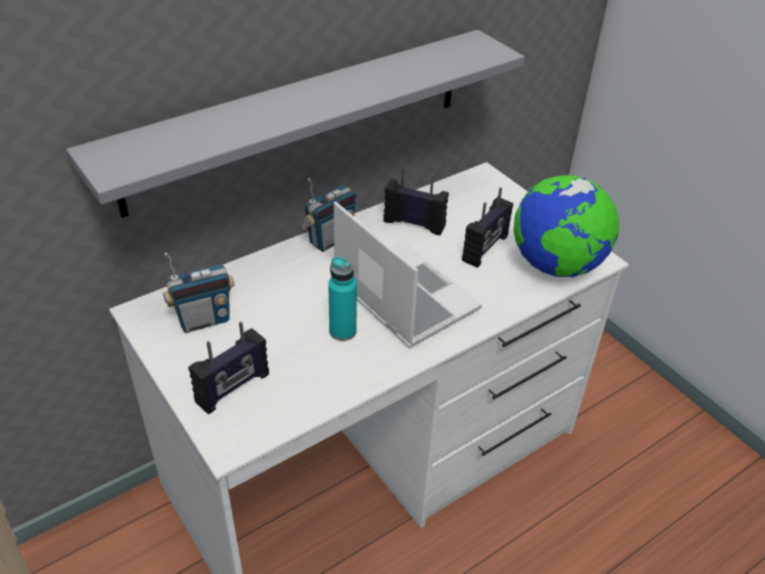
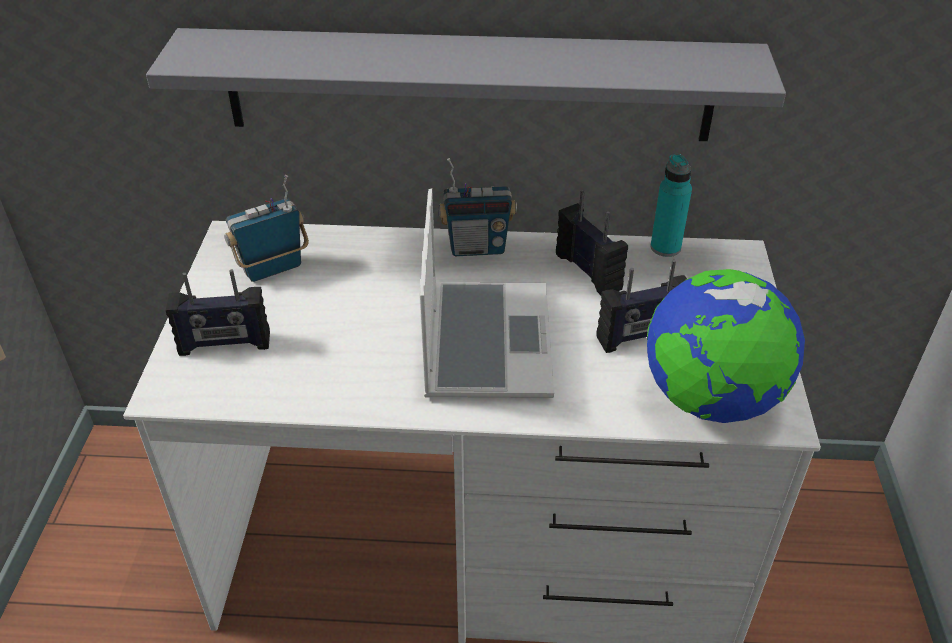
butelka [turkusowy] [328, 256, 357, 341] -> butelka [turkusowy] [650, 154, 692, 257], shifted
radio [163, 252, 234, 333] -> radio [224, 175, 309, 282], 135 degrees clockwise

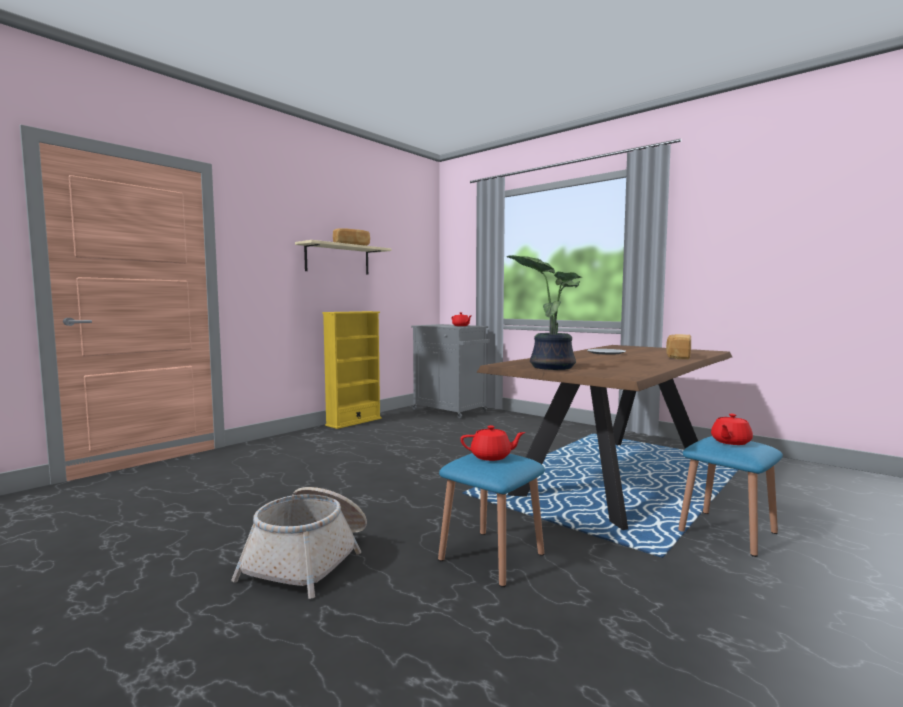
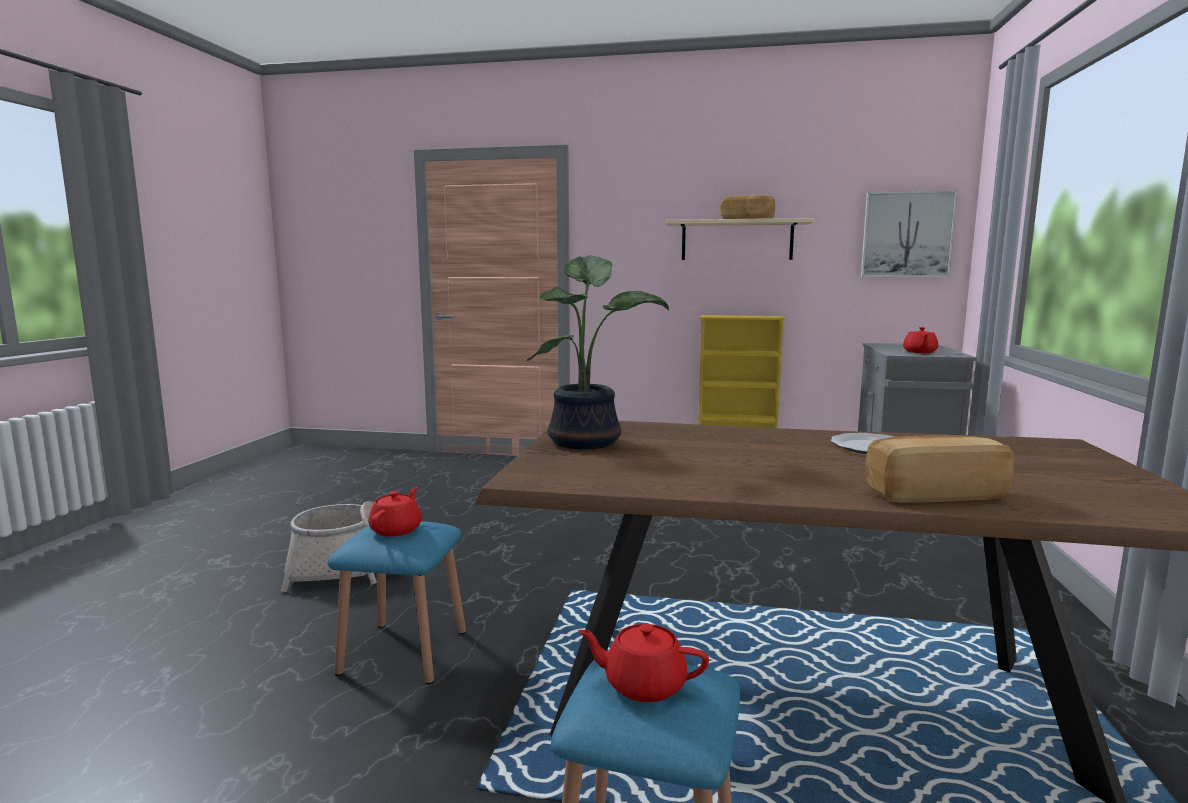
none -> obraz [861, 190, 958, 277]
imbryk [czerwony] [460, 425, 526, 461] -> imbryk [czerwony] [368, 487, 422, 537], 135 degrees counterclockwise

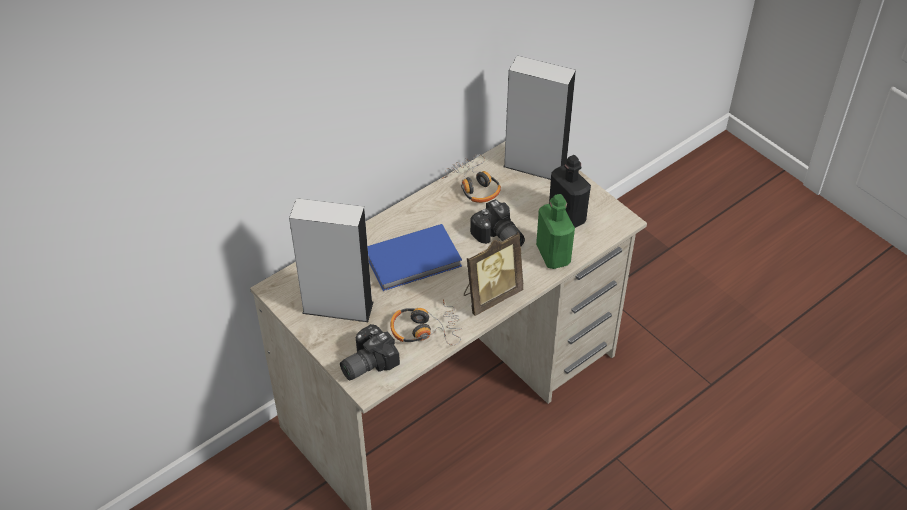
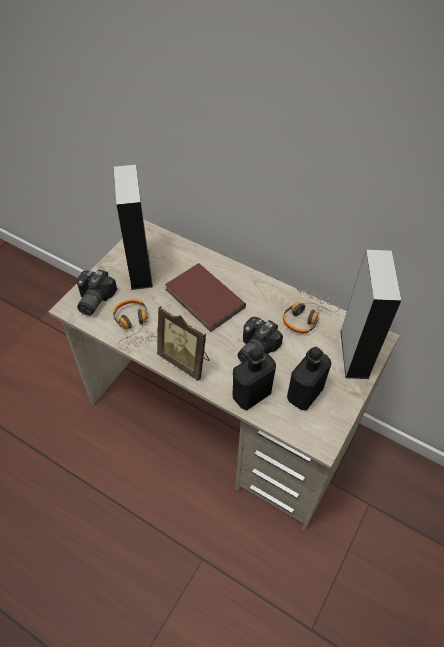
książka [niebieski] [368, 224, 462, 291] -> książka [brązowy] [165, 263, 246, 332]
butelka [zielony] [536, 194, 575, 269] -> butelka [czarny] [233, 347, 276, 410]
aparat fotograficzny [340, 324, 400, 380] -> aparat fotograficzny [77, 269, 117, 316], 105 degrees counterclockwise

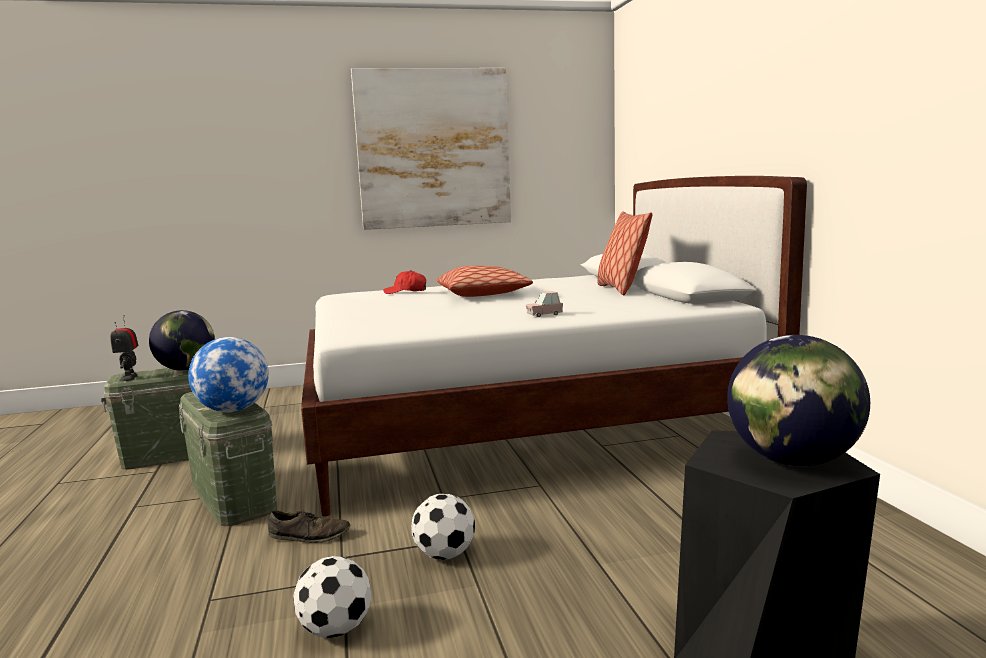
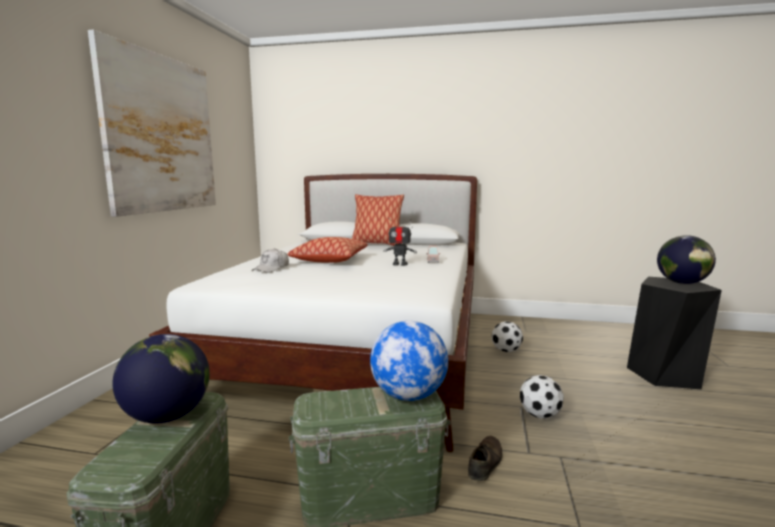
robot zabawkowy [110, 315, 139, 381] -> robot zabawkowy [384, 218, 417, 266], shifted
piłka futbolowa [293, 556, 371, 638] -> piłka futbolowa [492, 321, 523, 352], shifted
czapka z daszkiem [czerwony] [383, 270, 426, 294] -> czapka z daszkiem [biały] [252, 248, 289, 273]

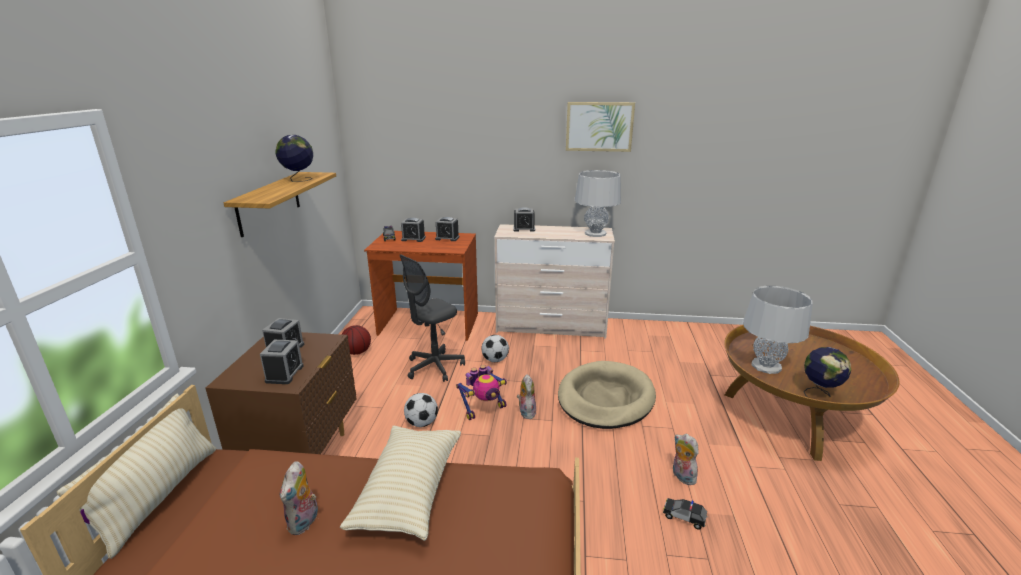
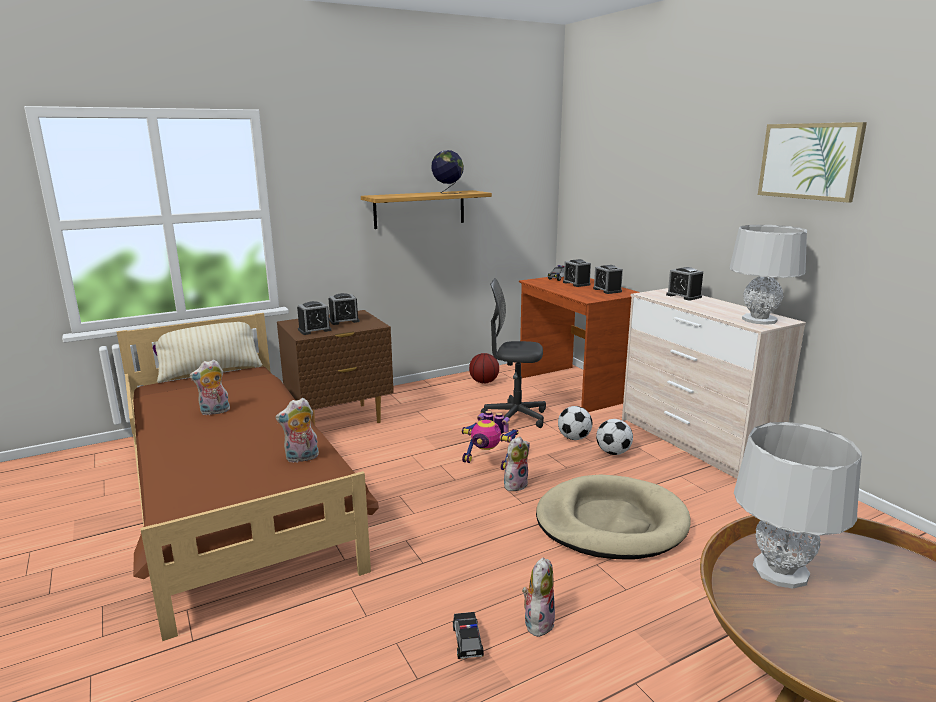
poduszka [beżowy] [340, 426, 461, 541] -> none
globus [803, 347, 851, 398] -> none
none -> pluszak [275, 398, 319, 463]
piłka futbolowa [404, 393, 438, 427] -> piłka futbolowa [596, 419, 633, 455], shifted

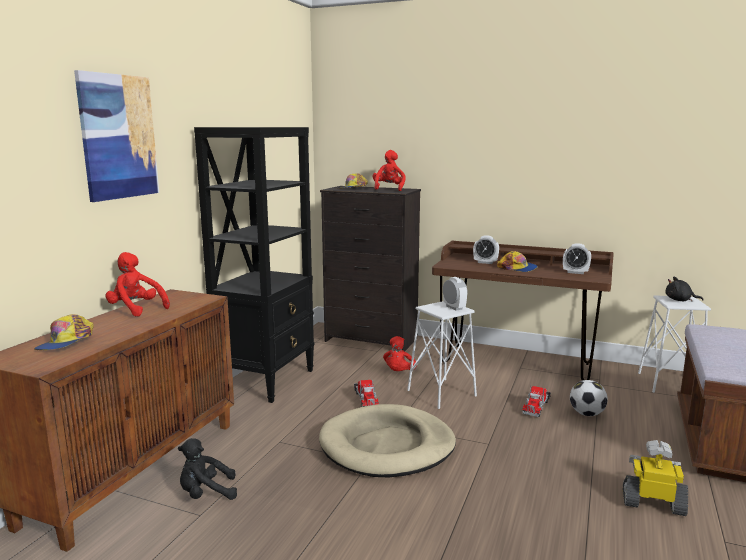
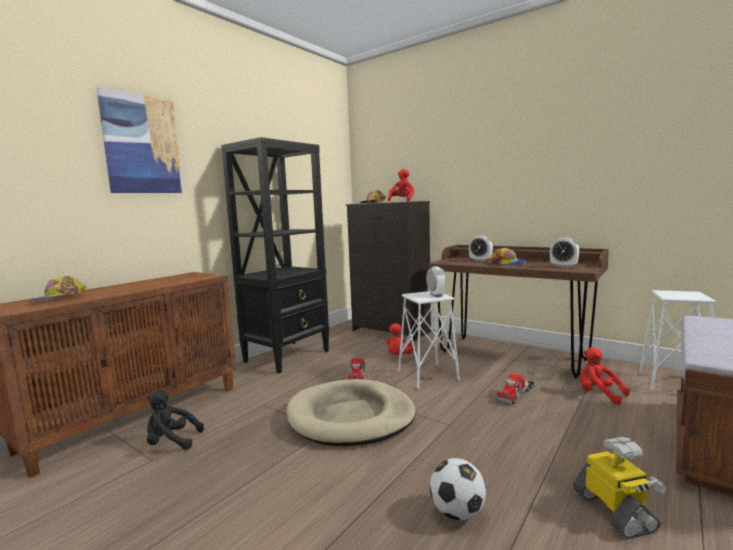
pluszak [czarny] [665, 277, 703, 302] -> none
pluszak [czerwony] [105, 252, 170, 317] -> pluszak [czerwony] [580, 347, 630, 405], shifted
piłka futbolowa [570, 380, 608, 416] -> piłka futbolowa [430, 458, 486, 521], shifted
robot zabawkowy [623, 440, 688, 516] -> robot zabawkowy [573, 437, 666, 539], 45 degrees clockwise

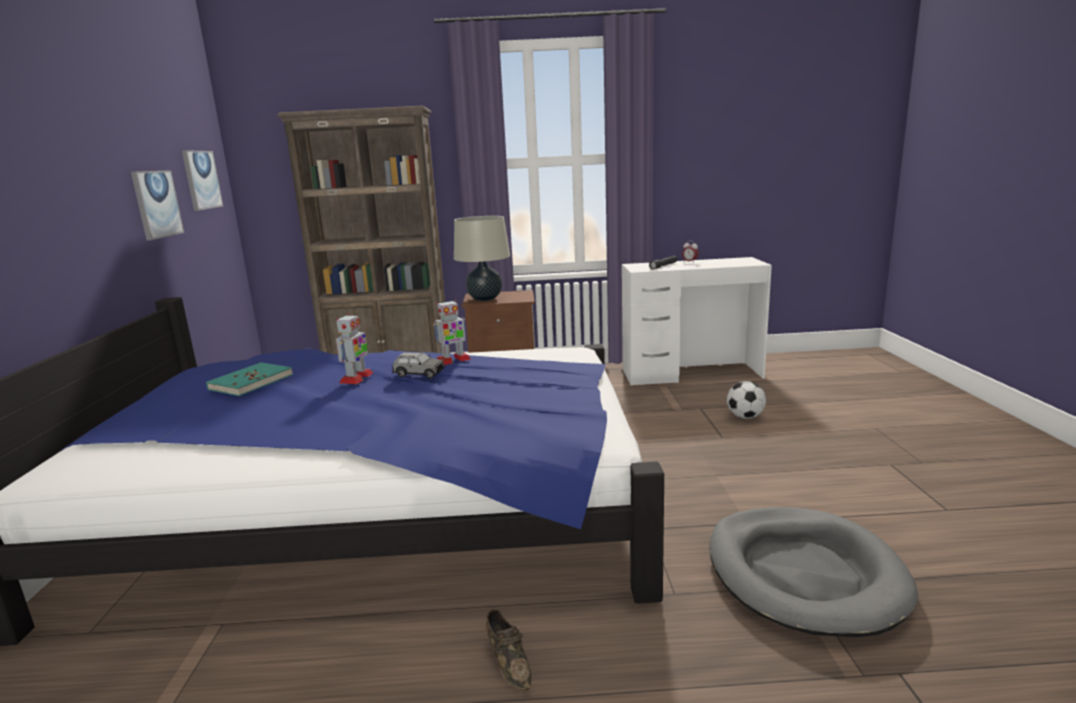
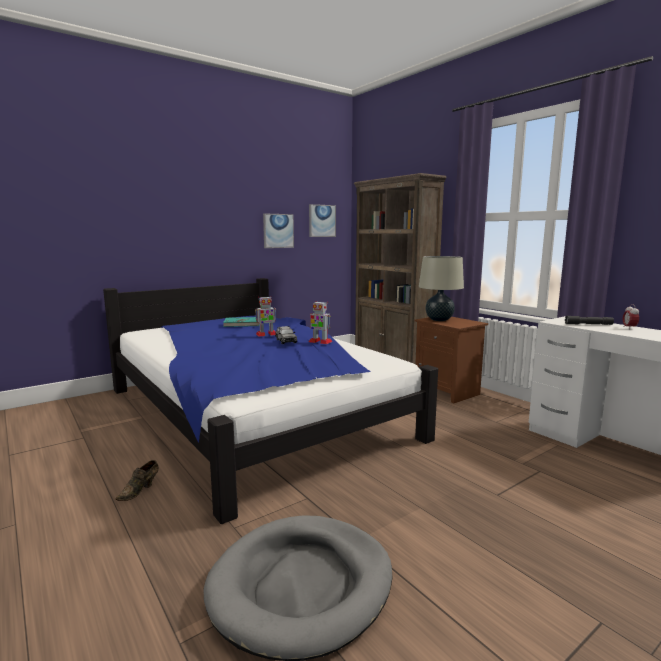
piłka futbolowa [727, 381, 766, 418] -> none

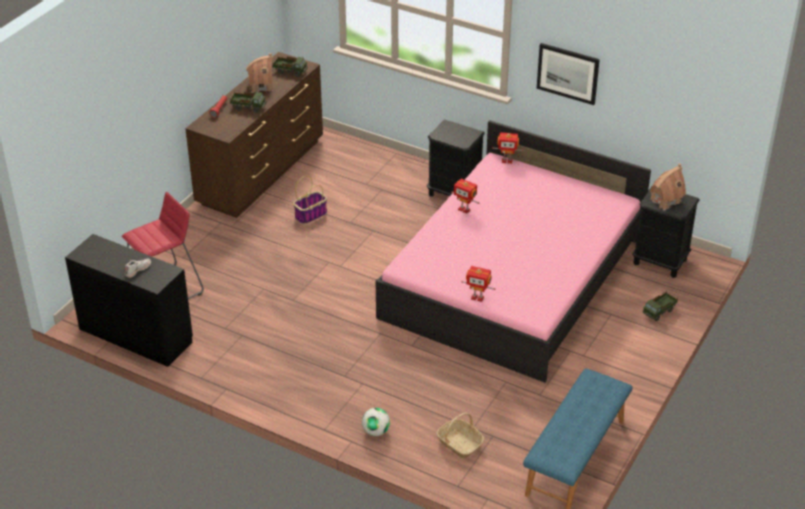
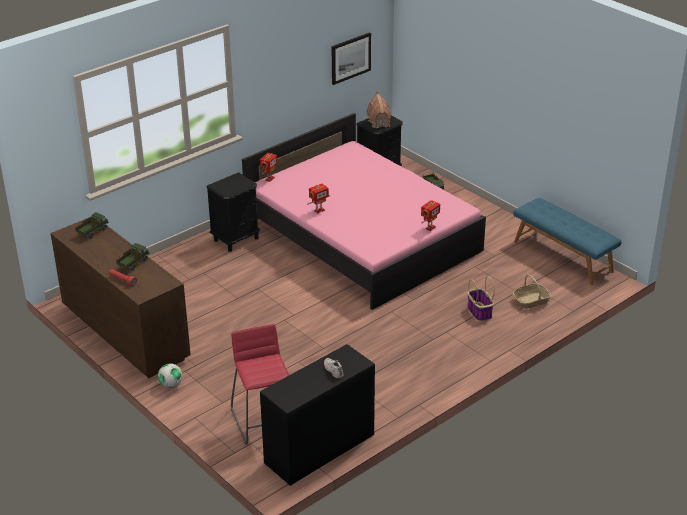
domek [246, 53, 273, 93] -> none
koszyk [293, 176, 327, 224] -> koszyk [467, 276, 495, 321], shifted
piłka futbolowa [362, 408, 390, 436] -> piłka futbolowa [158, 363, 182, 388], shifted
obraz [537, 43, 600, 105] -> obraz [332, 33, 371, 85], shifted

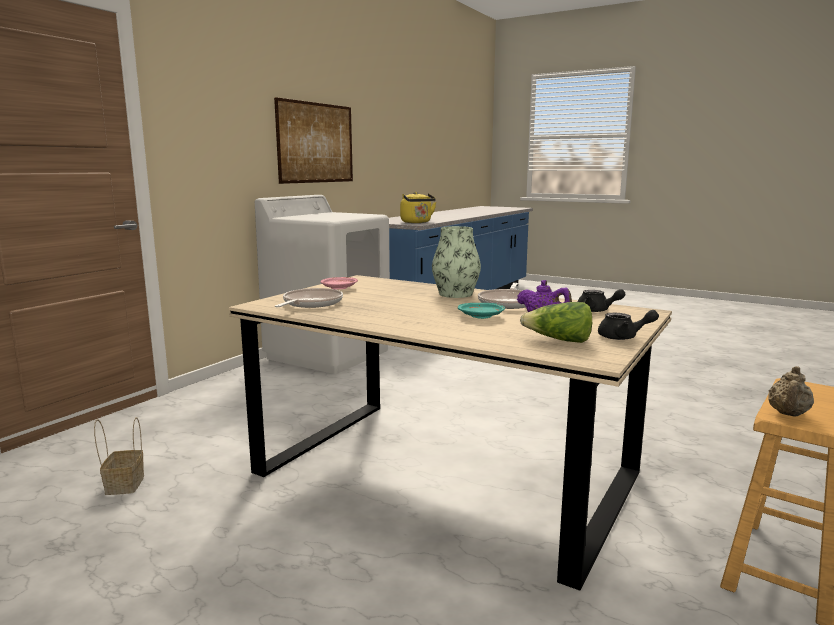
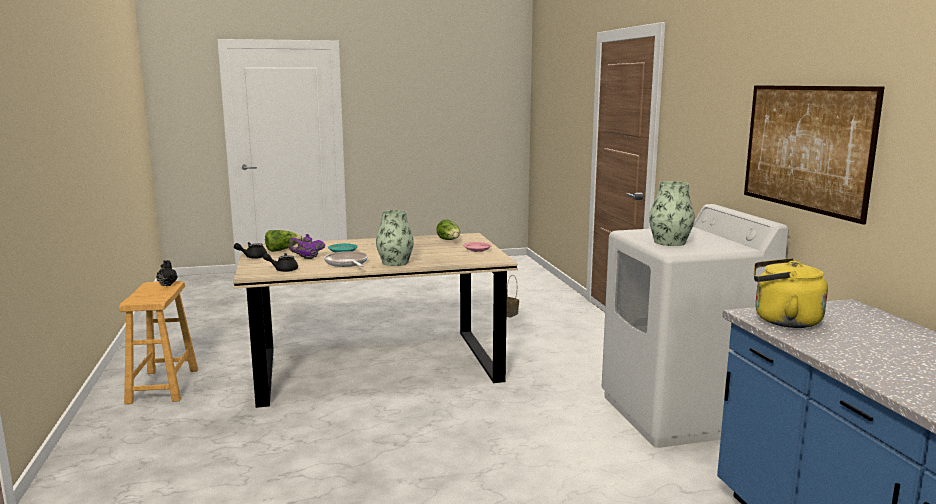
none -> wazon [649, 181, 695, 246]
patelnia [275, 288, 343, 308] -> sałata [436, 219, 460, 240]
imbryk [beżowy] [768, 366, 814, 417] -> imbryk [czarny] [156, 260, 178, 286]

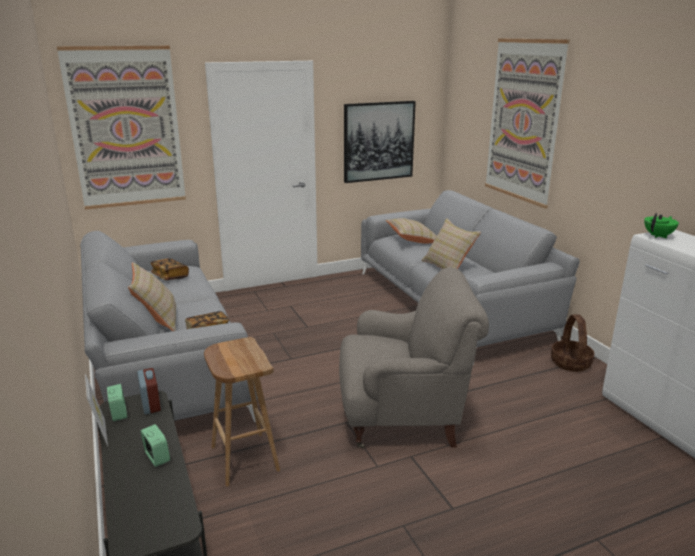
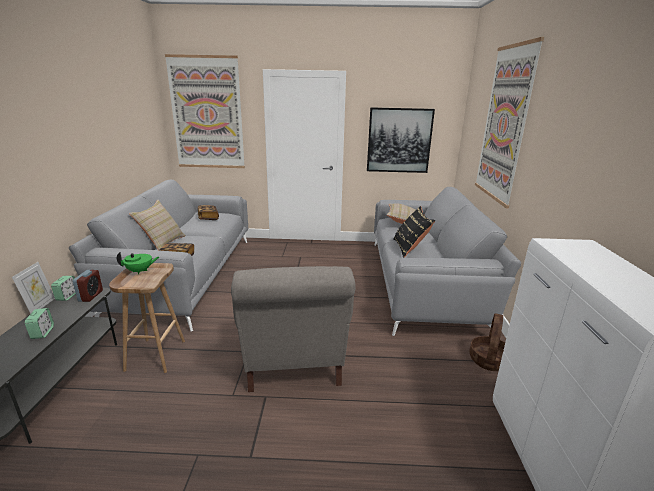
imbryk [zielony] [644, 213, 679, 238] -> imbryk [zielony] [117, 252, 159, 274], shifted
poduszka [beżowy] [422, 218, 481, 269] -> poduszka [czarny] [393, 206, 435, 257]
fotel [szary] [339, 267, 489, 448] -> fotel [szary] [231, 266, 356, 392], 60 degrees clockwise

